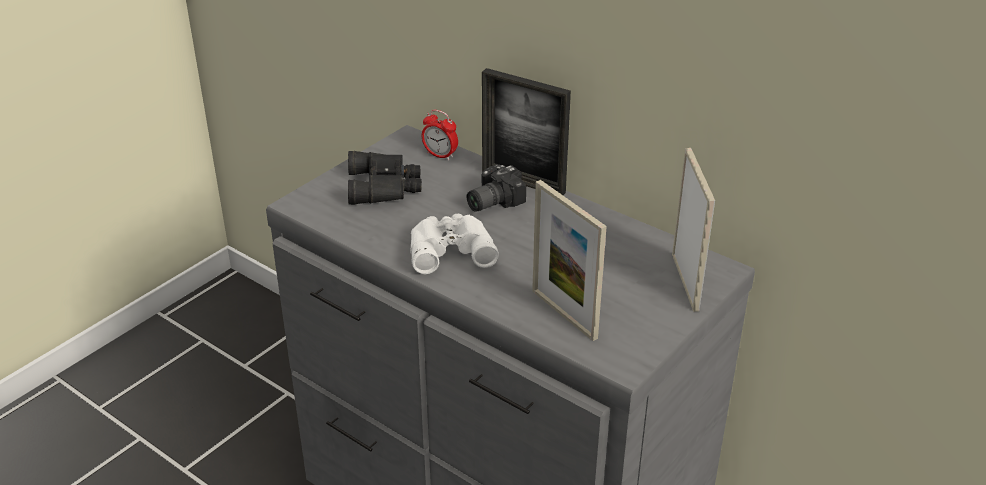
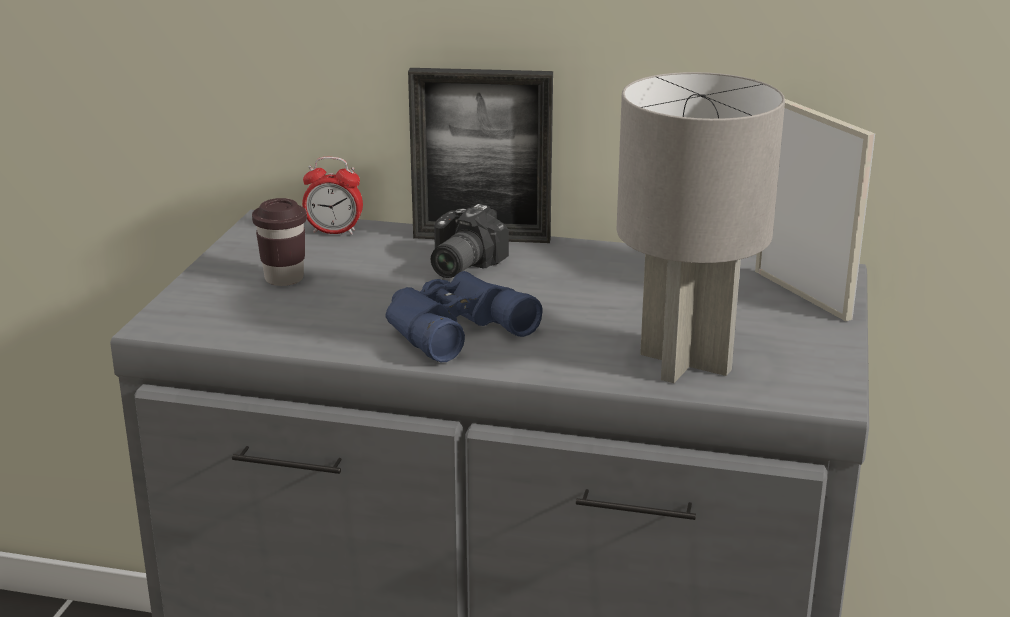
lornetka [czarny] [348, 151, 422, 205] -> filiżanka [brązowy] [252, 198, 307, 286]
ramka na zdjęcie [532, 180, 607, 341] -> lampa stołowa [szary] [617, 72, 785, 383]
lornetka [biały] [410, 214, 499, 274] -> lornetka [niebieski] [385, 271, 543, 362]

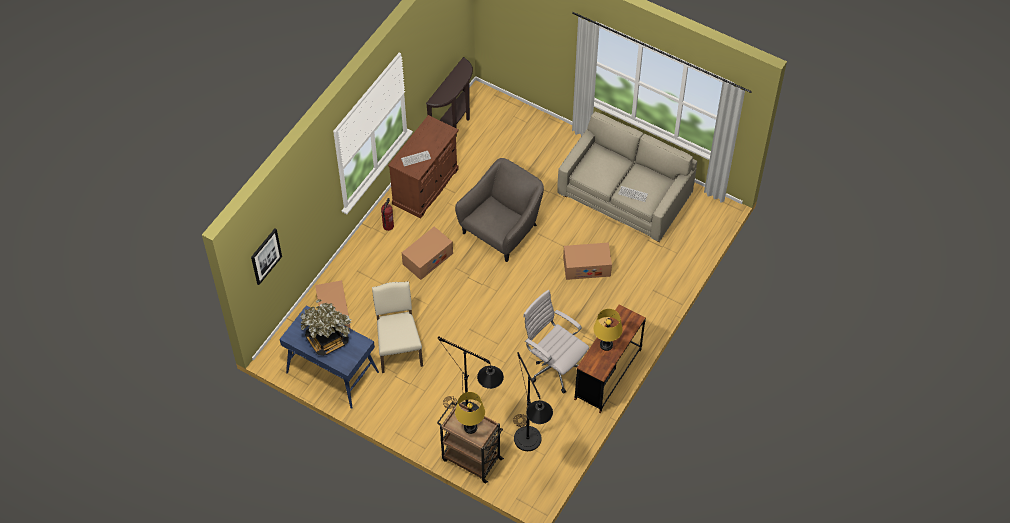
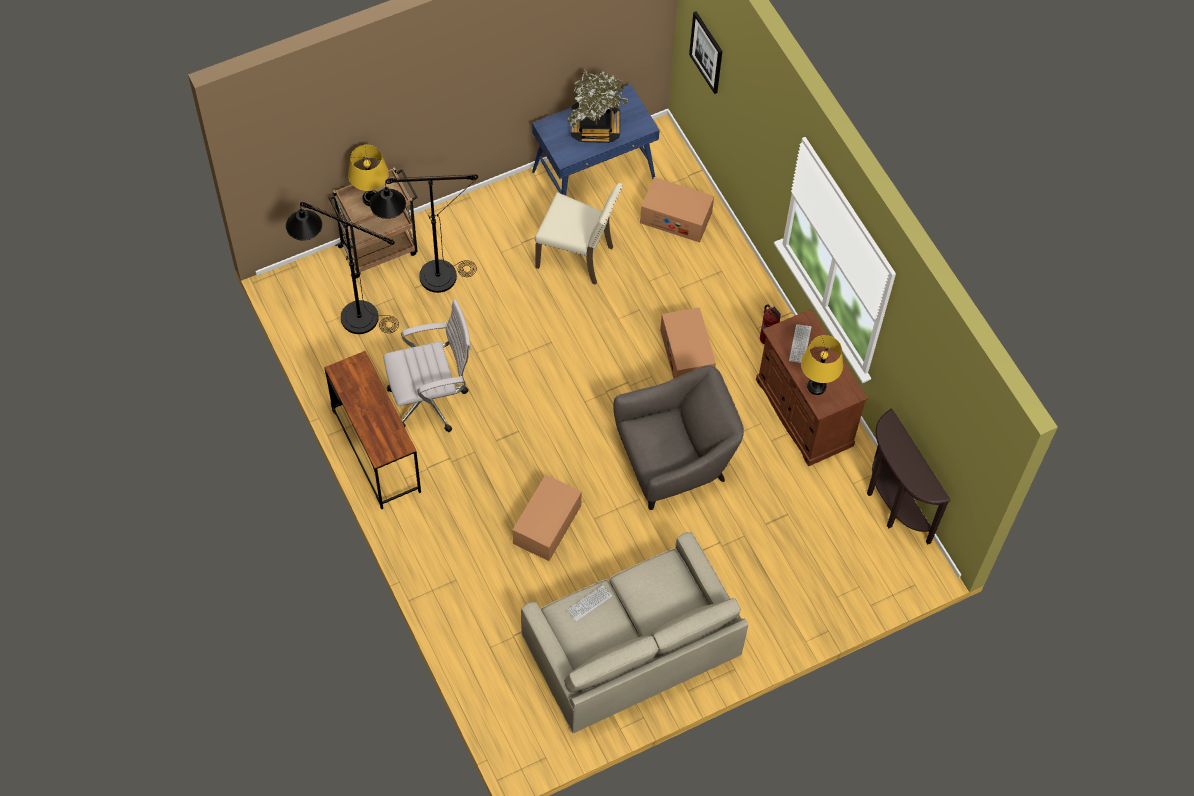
lampa stołowa [żółty] [593, 309, 623, 351] -> lampa stołowa [żółty] [801, 335, 843, 395], shifted
fotel [szary] [455, 158, 544, 262] -> fotel [szary] [613, 365, 744, 510], 90 degrees counterclockwise

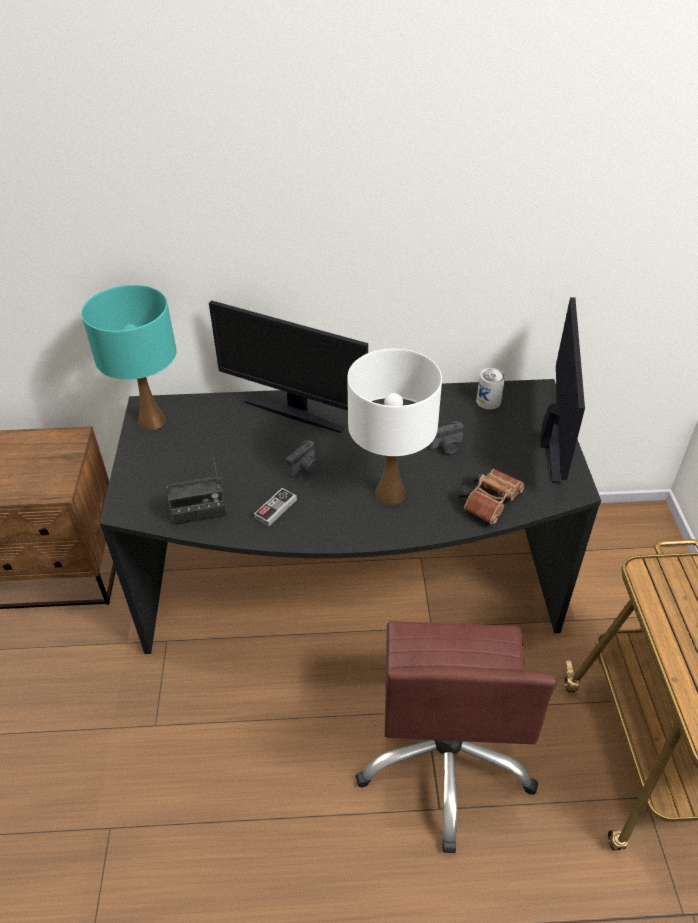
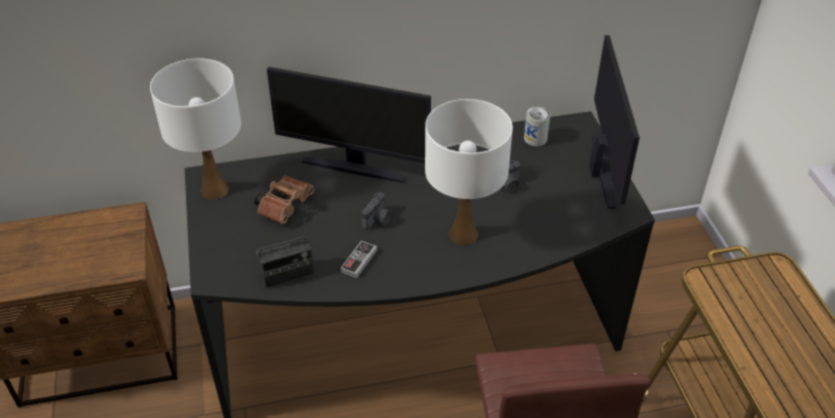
lornetka [brązowy] [459, 469, 525, 524] -> lornetka [brązowy] [254, 176, 314, 224], shifted
lampa stołowa [turkusowy] [81, 285, 176, 430] -> lampa stołowa [biały] [150, 58, 241, 200]

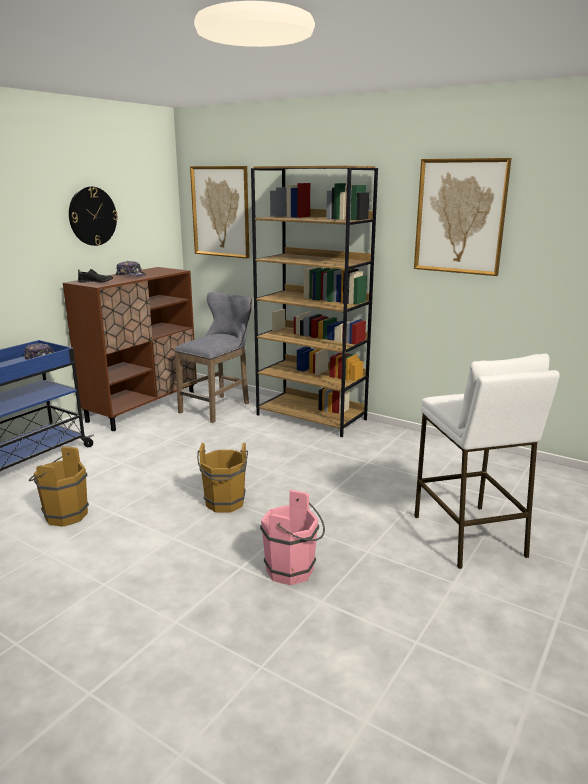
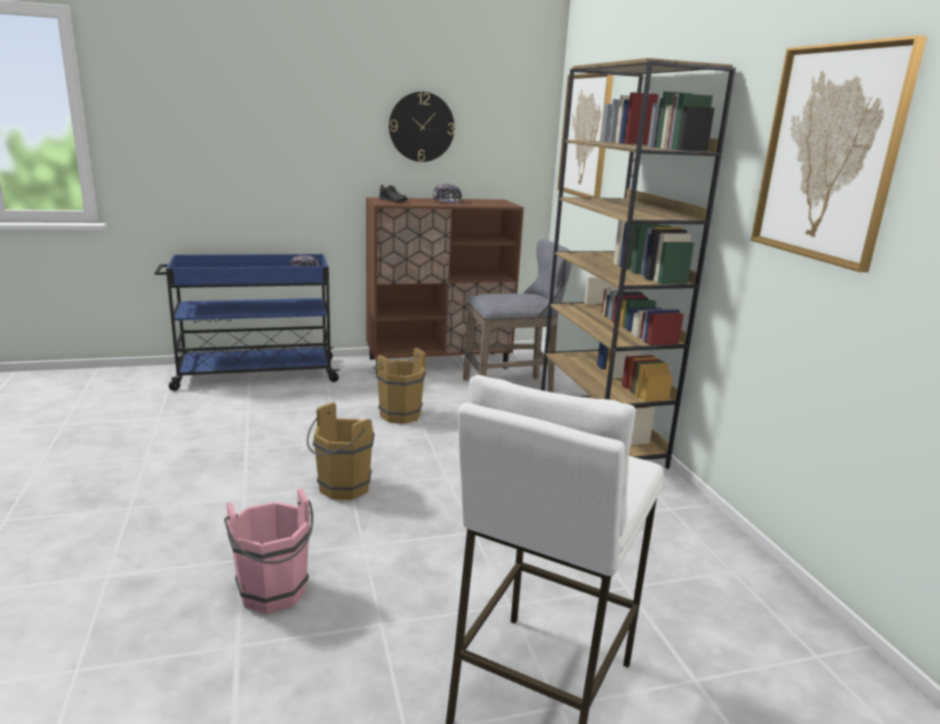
wiadro [brązowy] [29, 446, 89, 527] -> wiadro [brązowy] [373, 348, 426, 424], shifted

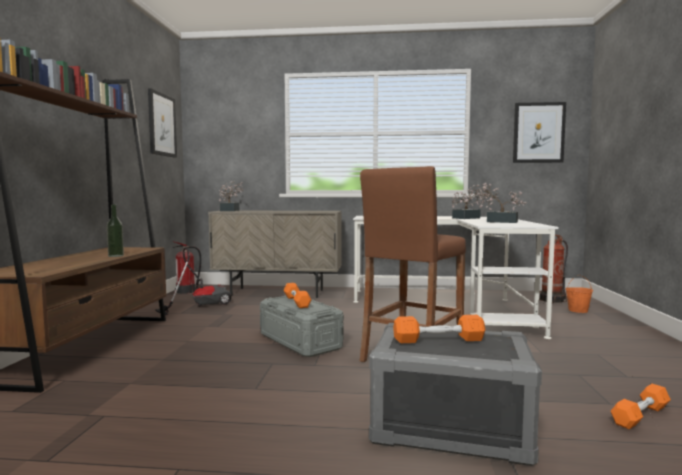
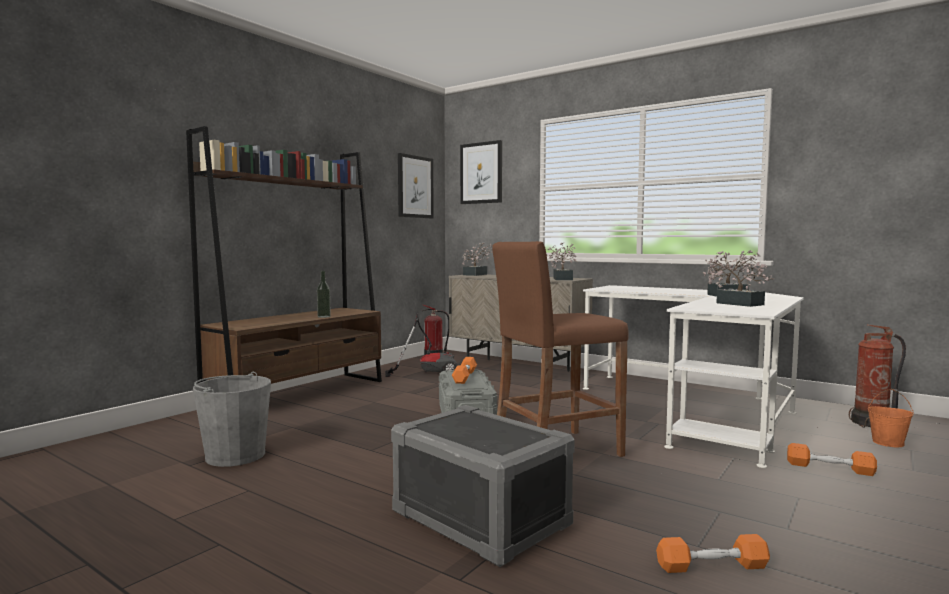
none -> wiadro [szary] [193, 372, 271, 467]
none -> roślina doniczkowa [546, 243, 577, 280]
hantel [pomarańczowy] [393, 315, 485, 343] -> hantel [pomarańczowy] [787, 443, 877, 476], shifted
obraz [513, 102, 566, 163] -> obraz [460, 140, 502, 204], shifted

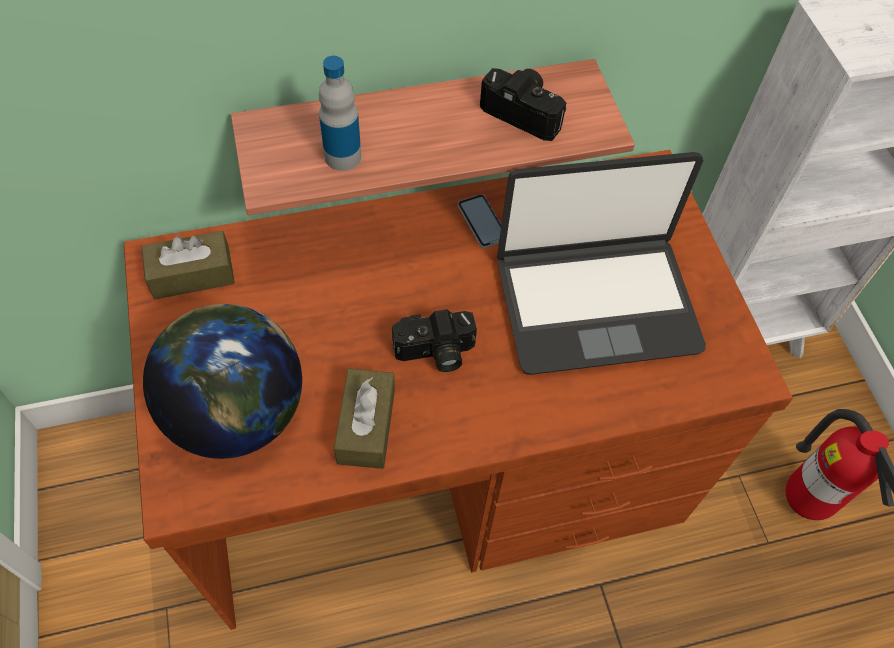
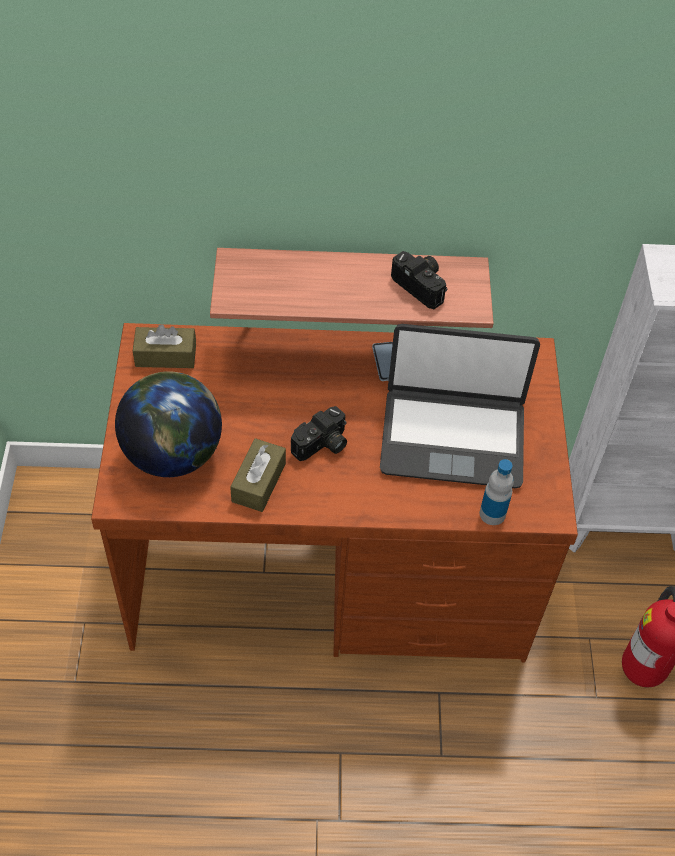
butelka [318, 56, 361, 171] -> butelka [480, 459, 514, 525], shifted
aparat fotograficzny [392, 309, 477, 372] -> aparat fotograficzny [291, 406, 347, 461], 45 degrees counterclockwise

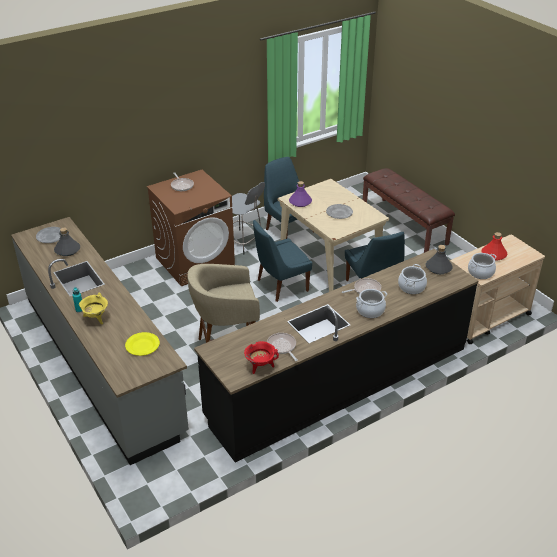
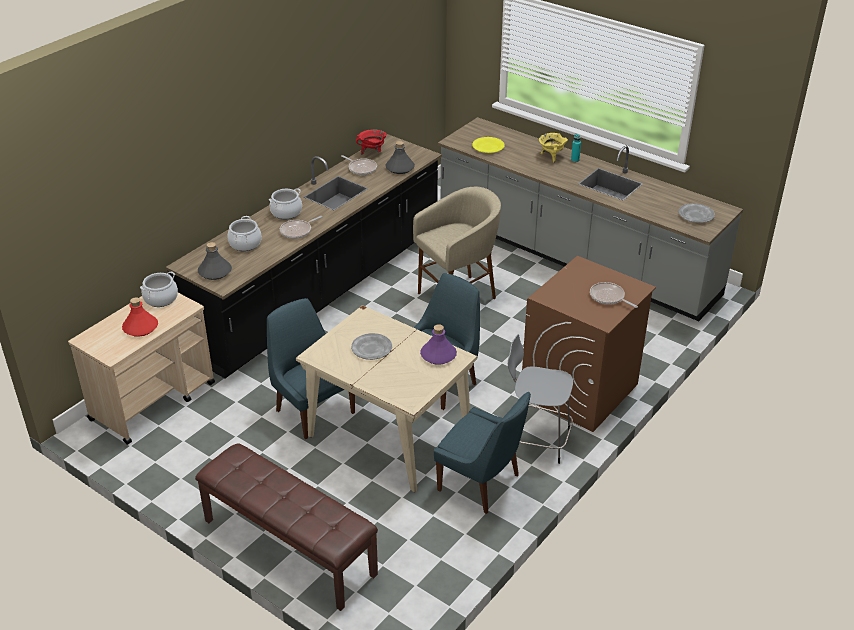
butelka [szary] [54, 228, 80, 256] -> butelka [szary] [386, 141, 415, 174], shifted

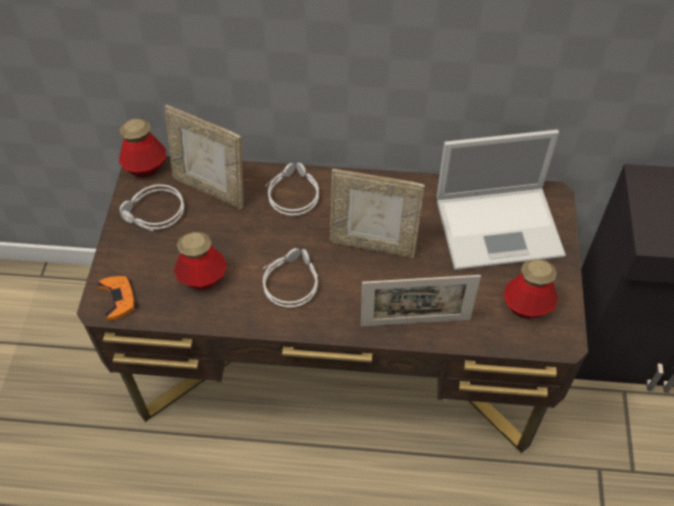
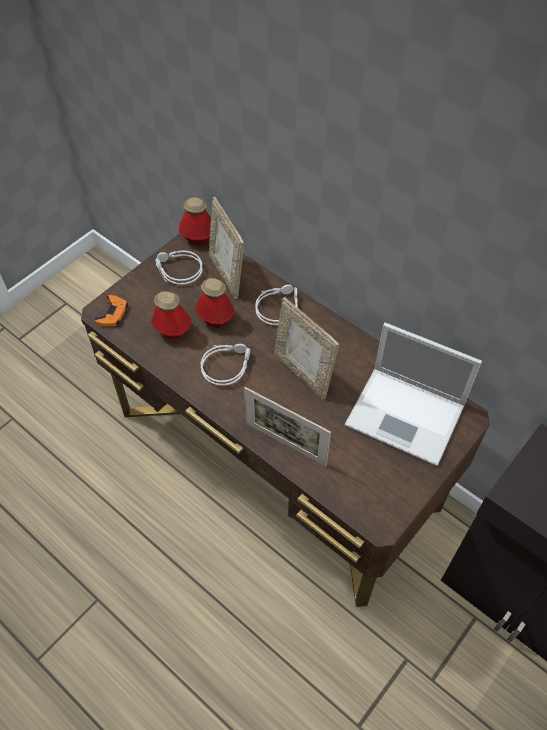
butelka [503, 259, 558, 319] -> butelka [195, 278, 235, 328], shifted

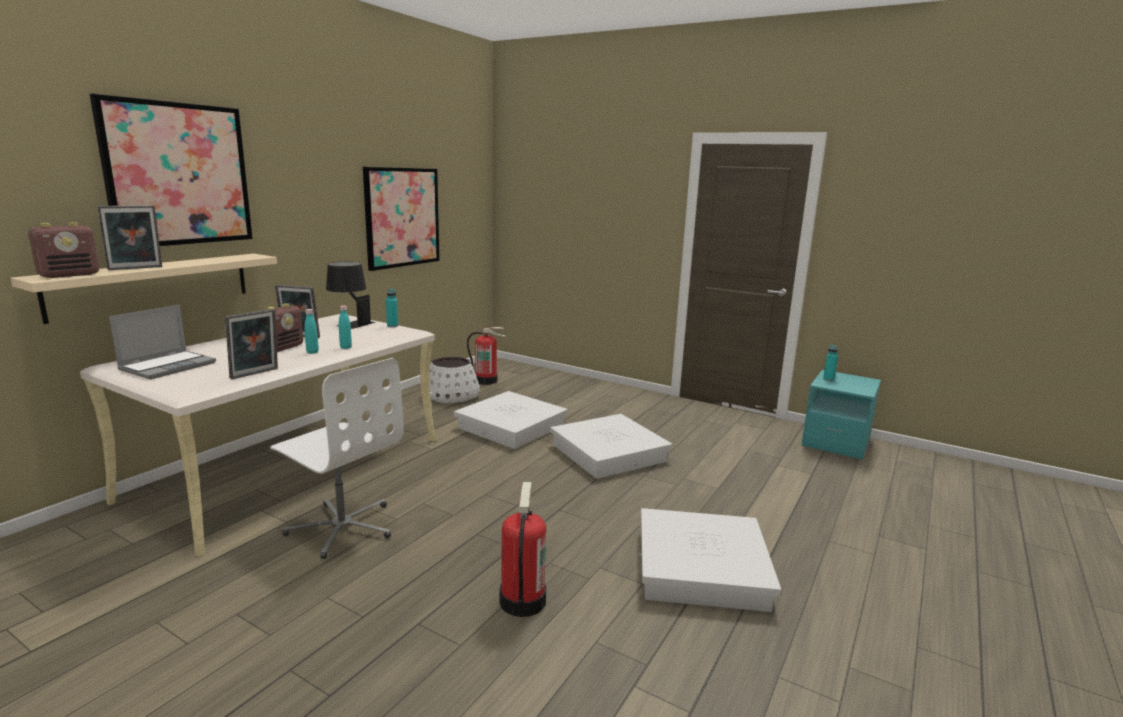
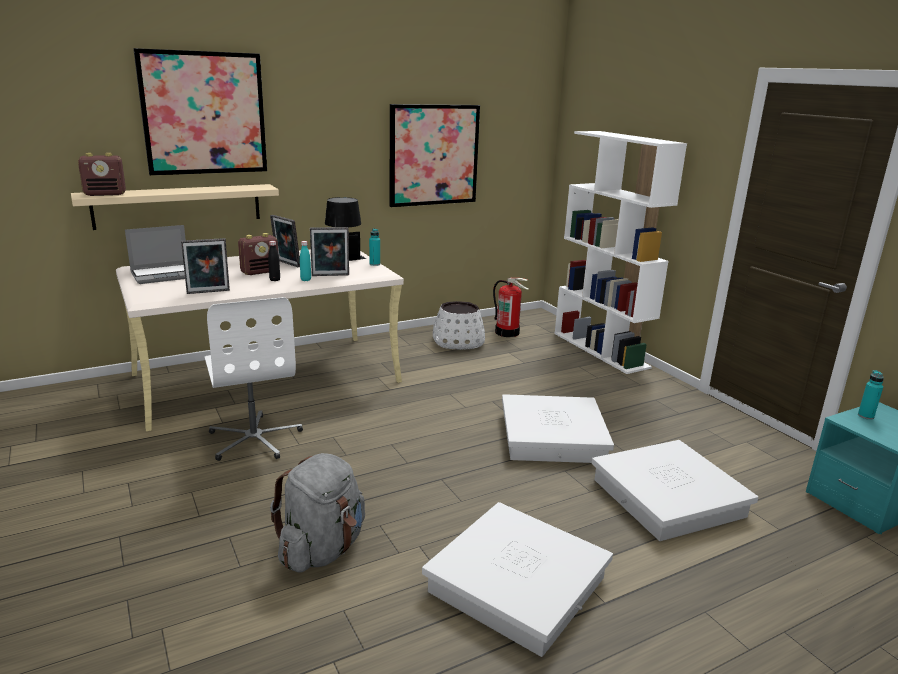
none -> regał [biały] [555, 131, 687, 374]
ramka na zdjęcie [97, 205, 162, 270] -> ramka na zdjęcie [310, 227, 349, 276], shifted
pojemnik do przechowywania [biały] [454, 391, 568, 449] -> pojemnik do przechowywania [biały] [592, 440, 758, 541], shifted
gaśnica [499, 482, 546, 617] -> plecak [szary] [270, 453, 365, 572]
butelka [turkusowy] [304, 309, 319, 354] -> butelka [czarny] [268, 241, 280, 281]

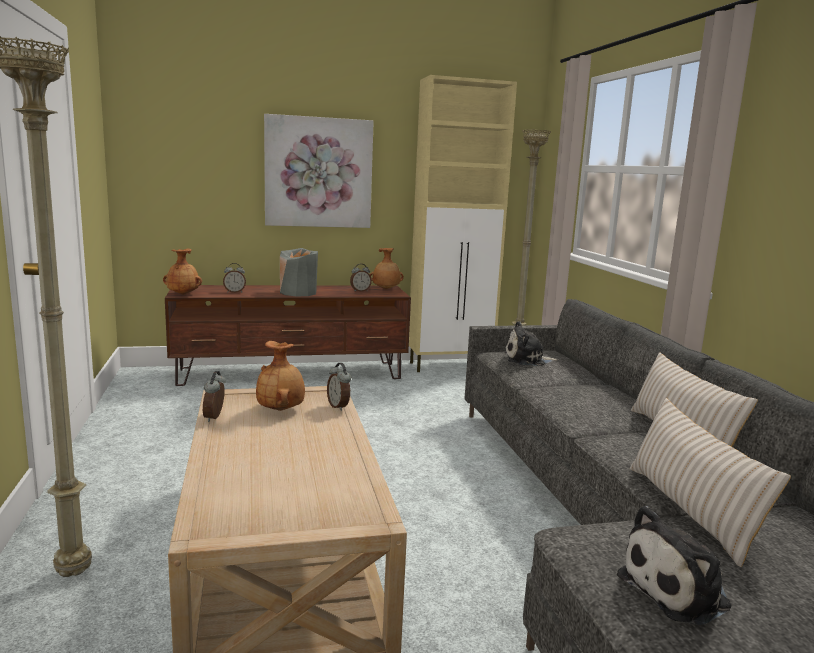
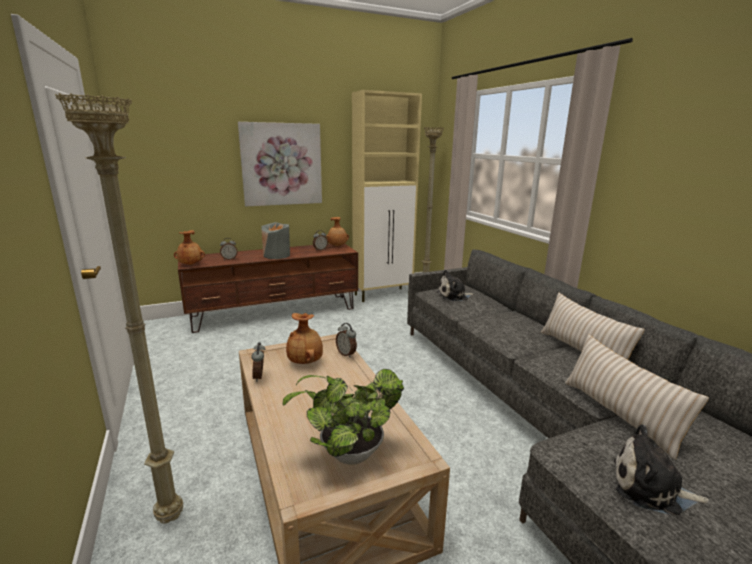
none -> roślina doniczkowa [282, 369, 404, 465]
pluszak [617, 506, 732, 625] -> pluszak [614, 425, 709, 516], 60 degrees clockwise

